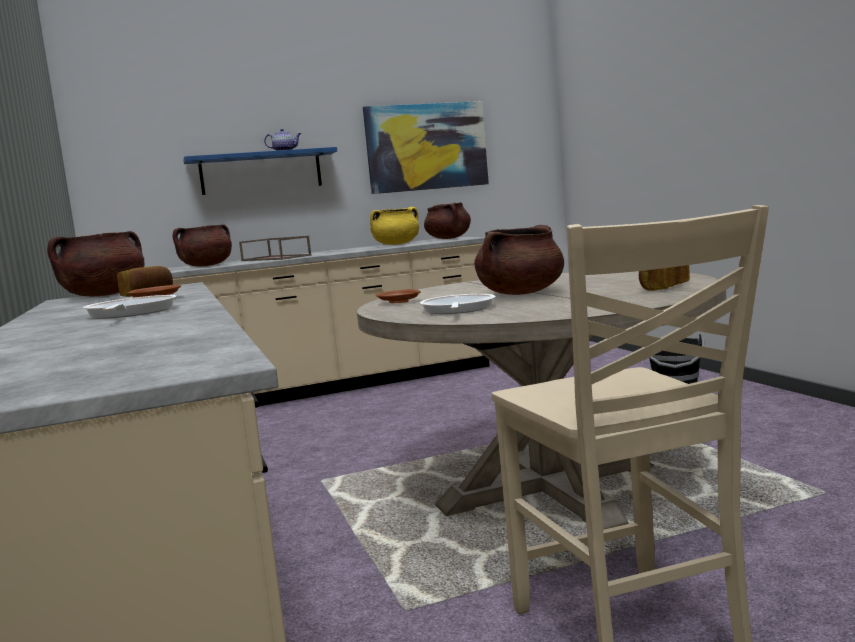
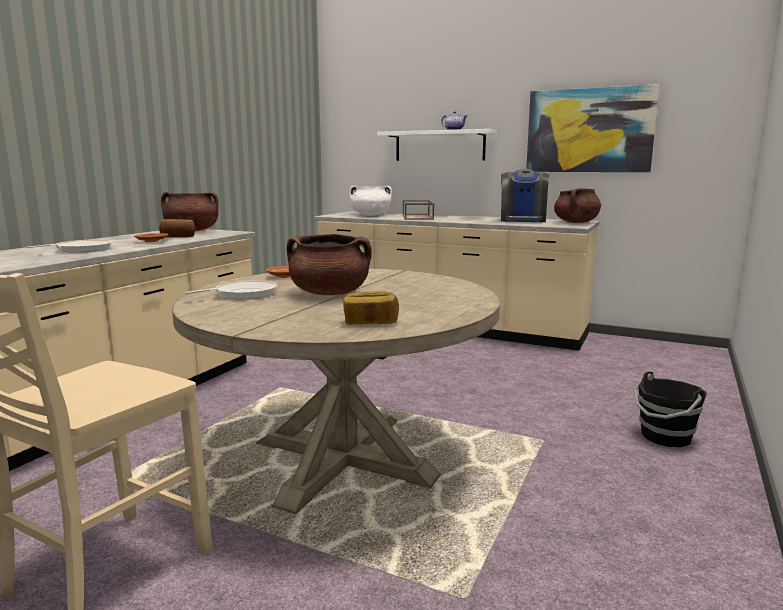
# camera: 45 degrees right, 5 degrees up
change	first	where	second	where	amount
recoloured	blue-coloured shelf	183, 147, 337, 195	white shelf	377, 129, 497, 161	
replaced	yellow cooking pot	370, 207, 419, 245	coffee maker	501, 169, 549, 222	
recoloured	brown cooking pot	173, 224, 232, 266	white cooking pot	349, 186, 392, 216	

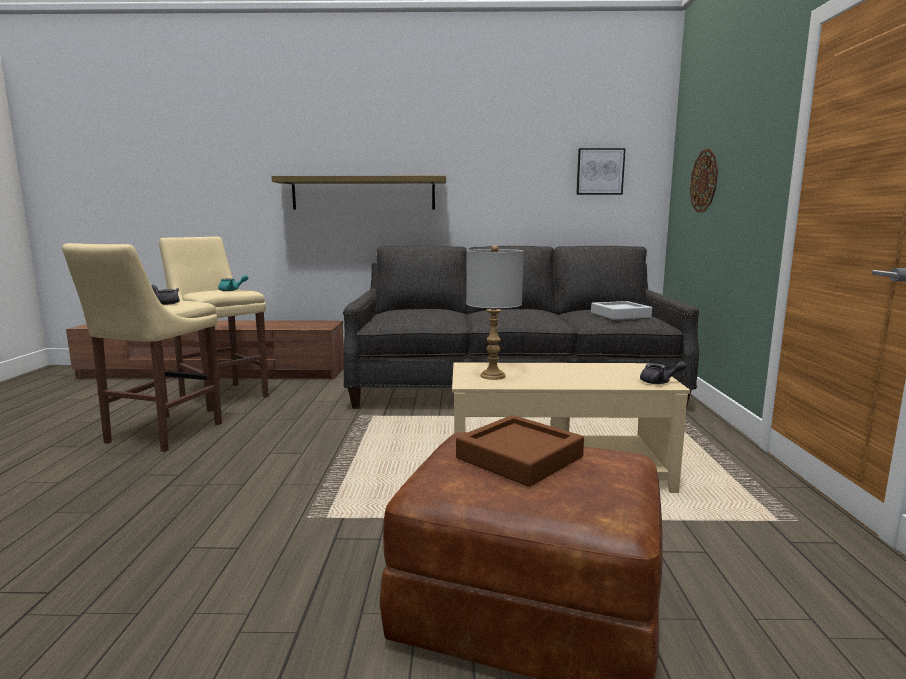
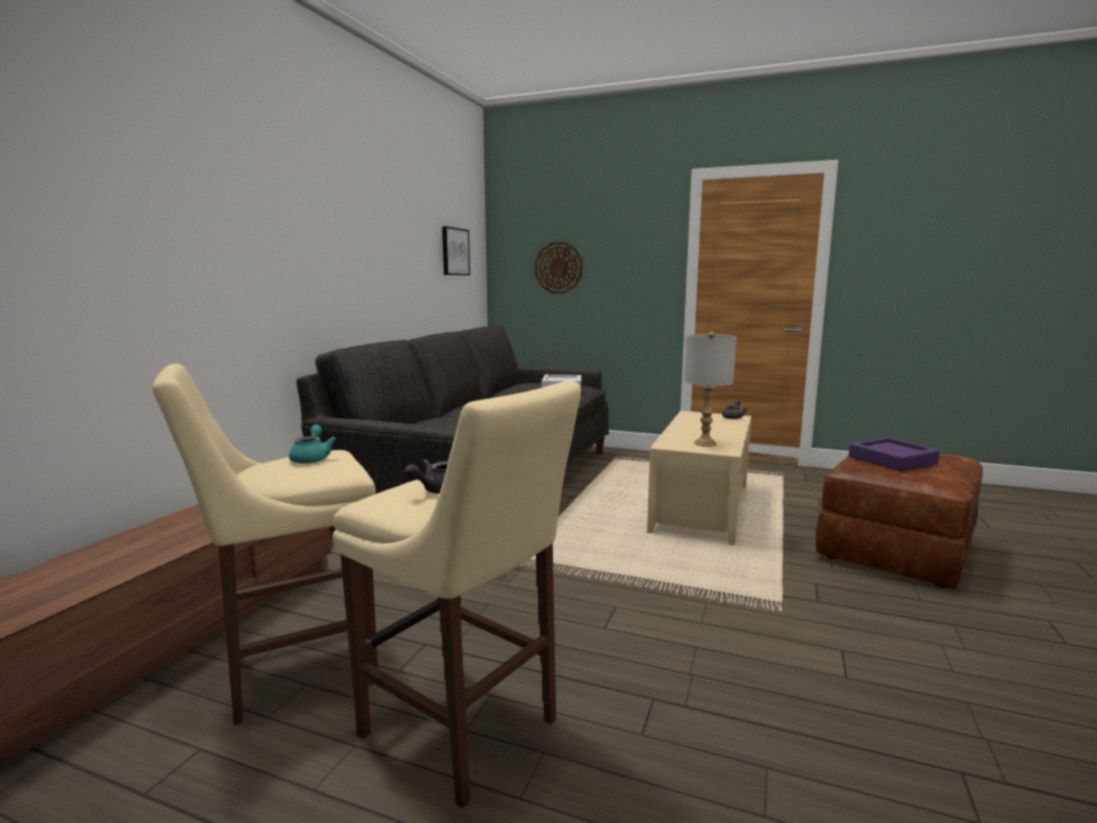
# camera: 70 degrees left, 0 degrees up
change	first	where	second	where	amount
removed	shelf	272, 176, 446, 209			
recoloured	brown carrying tray	456, 415, 584, 487	purple-coloured carrying tray	849, 437, 940, 471	

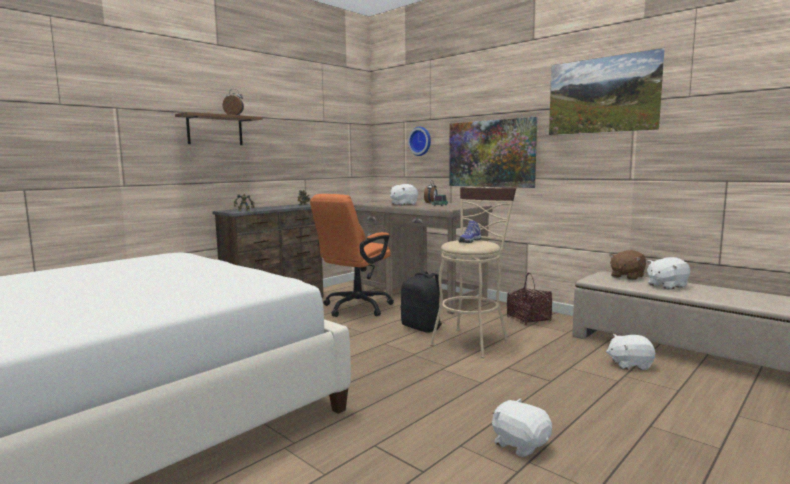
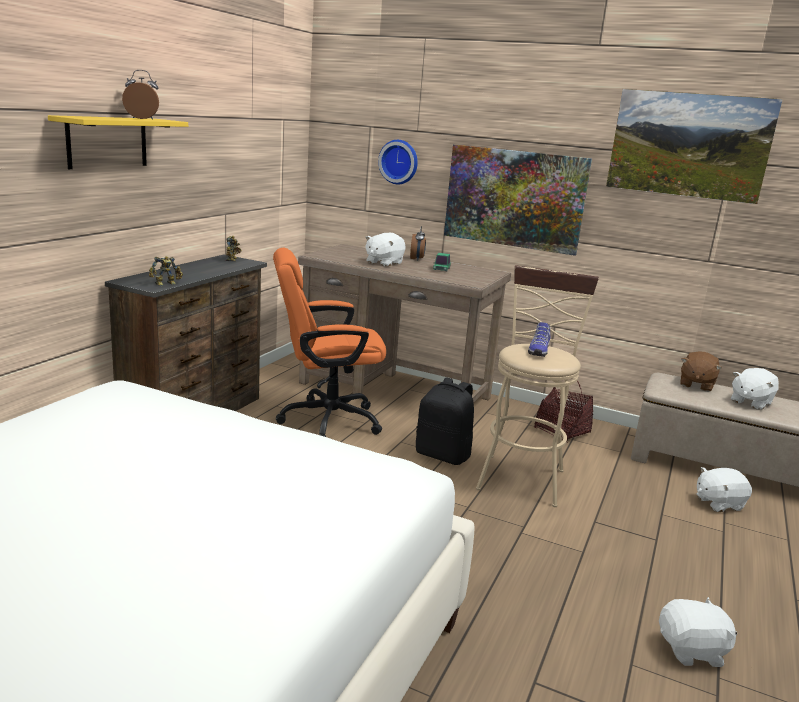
# camera: 20 degrees left, 10 degrees up
change	first	where	second	where	amount
recoloured	brown shelf	175, 112, 263, 145	yellow shelf	48, 115, 188, 169	
turned	orange-coloured office chair	310, 194, 394, 317		273, 248, 386, 437	60 degrees clockwise
turned	white plush toy	492, 398, 552, 457		659, 597, 737, 667	150 degrees clockwise

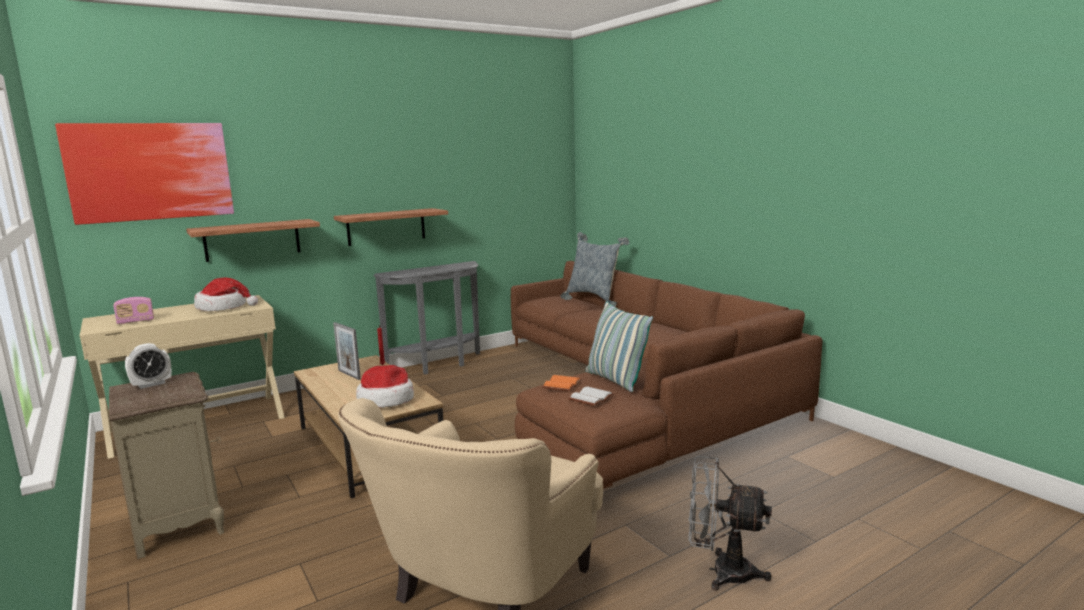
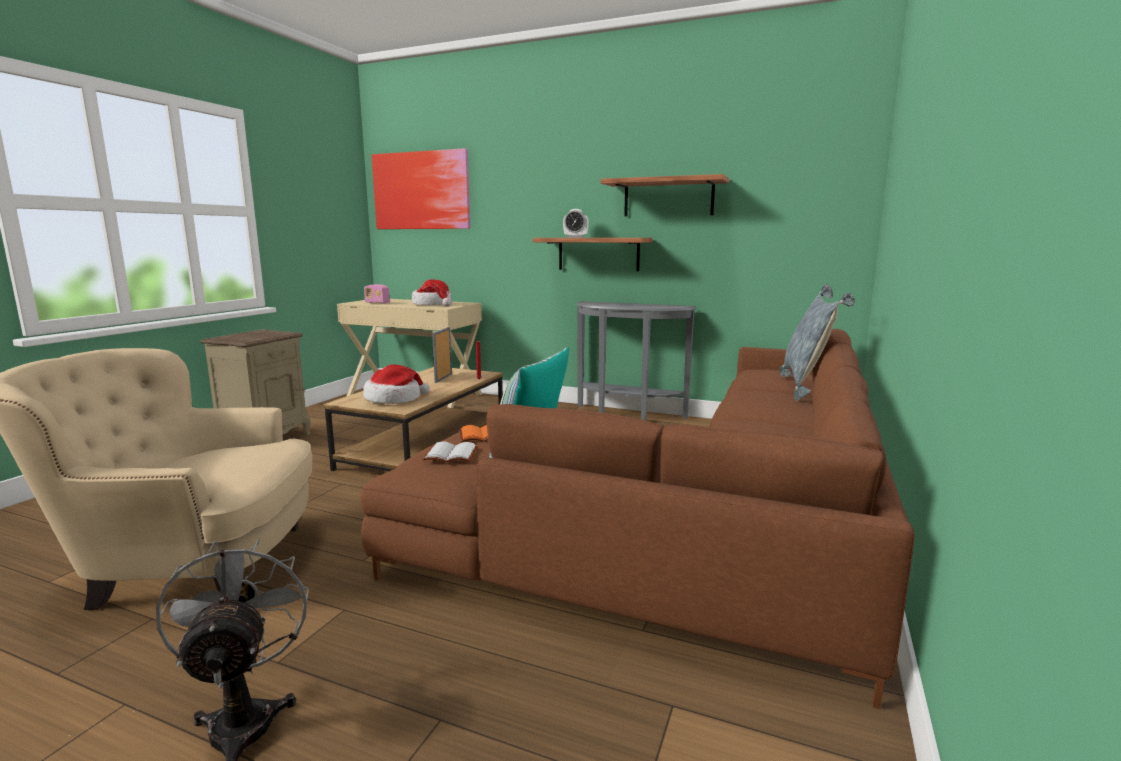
# camera: 55 degrees right, 0 degrees up
change	first	where	second	where	amount
moved	shelf	186, 219, 320, 262		600, 174, 729, 216	
moved	table clock	125, 343, 171, 389		563, 209, 589, 237	

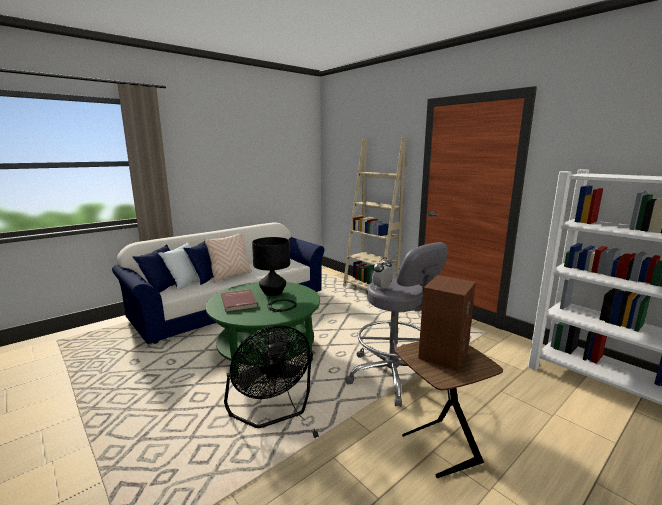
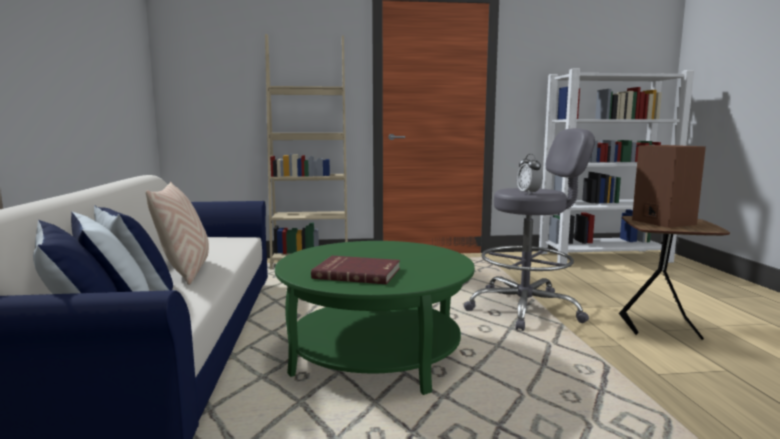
# camera: 55 degrees left, 5 degrees down
change	first	where	second	where	amount
removed	blackish lamp for a table	252, 237, 297, 312			
removed	blackish electric fan	224, 325, 319, 439			

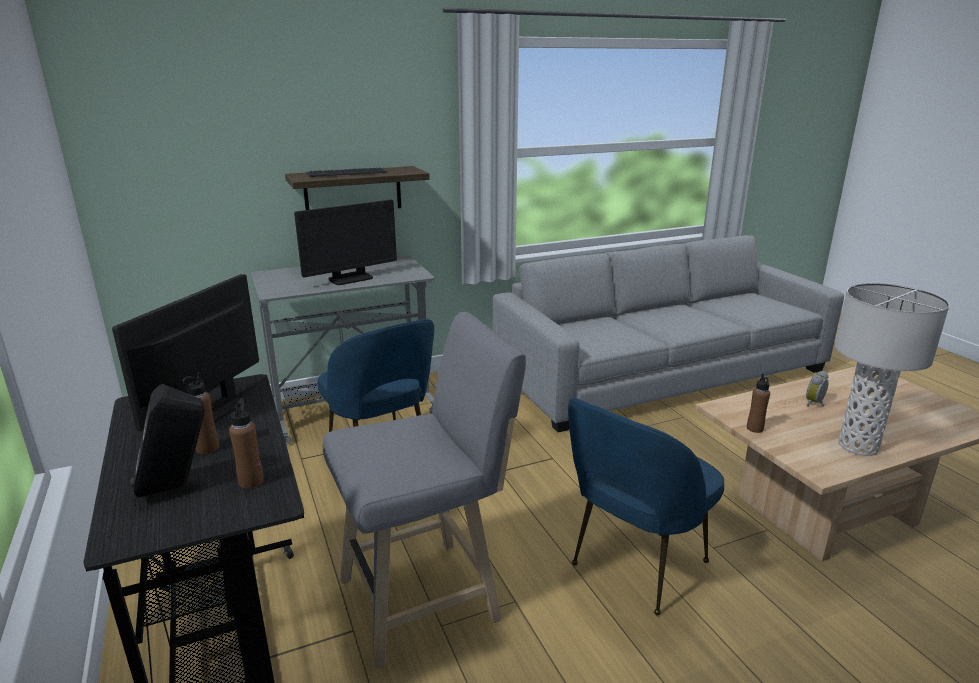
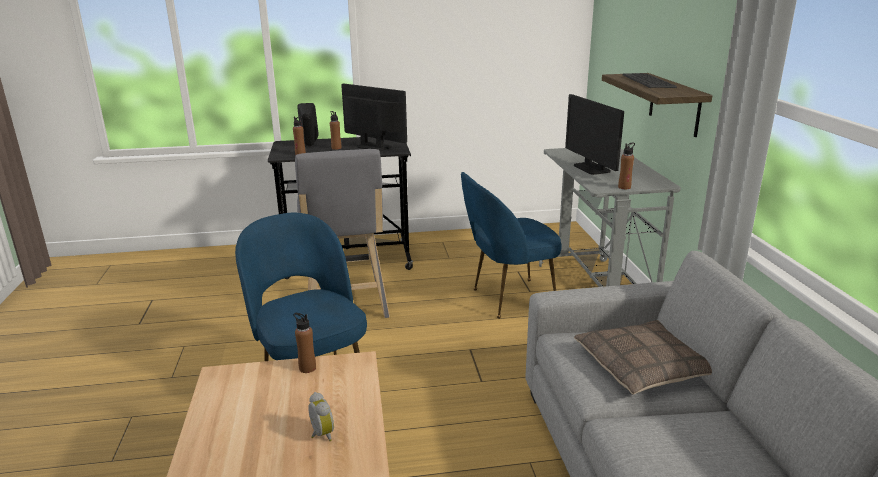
# camera: 105 degrees right, 0 degrees up
change	first	where	second	where	amount
removed	white lamp for a table	835, 283, 949, 456			
added			brown beverage bottle	618, 142, 635, 189	
added			throw pillow	574, 320, 712, 395	

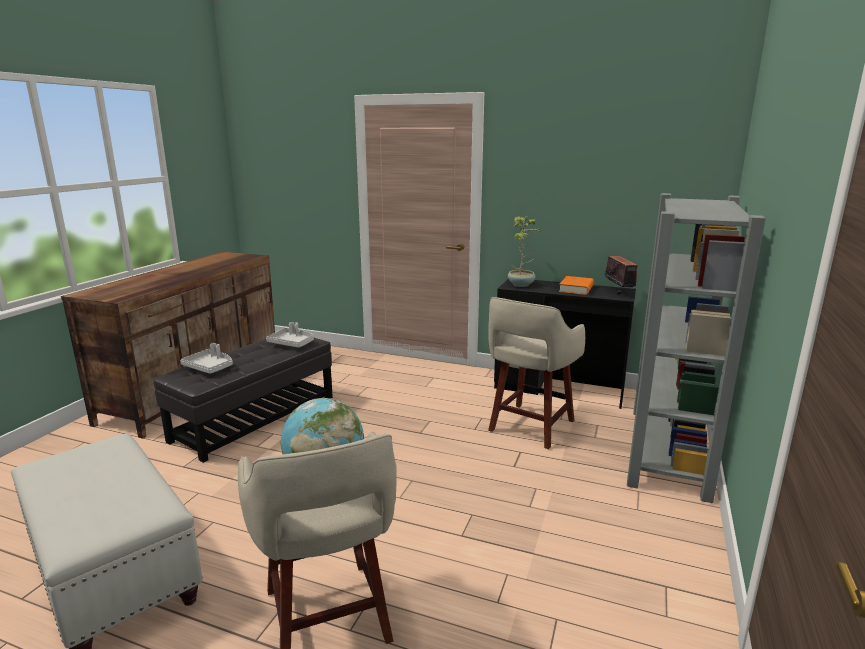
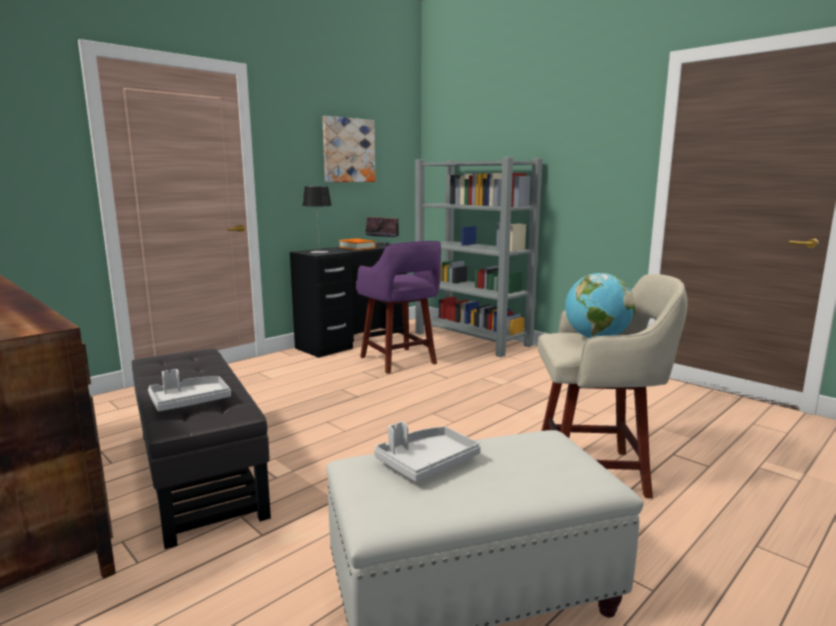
# camera: 65 degrees left, 5 degrees down
change	first	where	second	where	amount
replaced	potted plant	508, 216, 540, 287	lamp for a table	303, 186, 332, 253	
recoloured	sand-coloured sitting stool	488, 297, 585, 449	purple-coloured sitting stool	356, 241, 441, 374	
moved	gray carrying tray	266, 322, 314, 348		374, 421, 481, 482	
added			picture	322, 116, 375, 182	

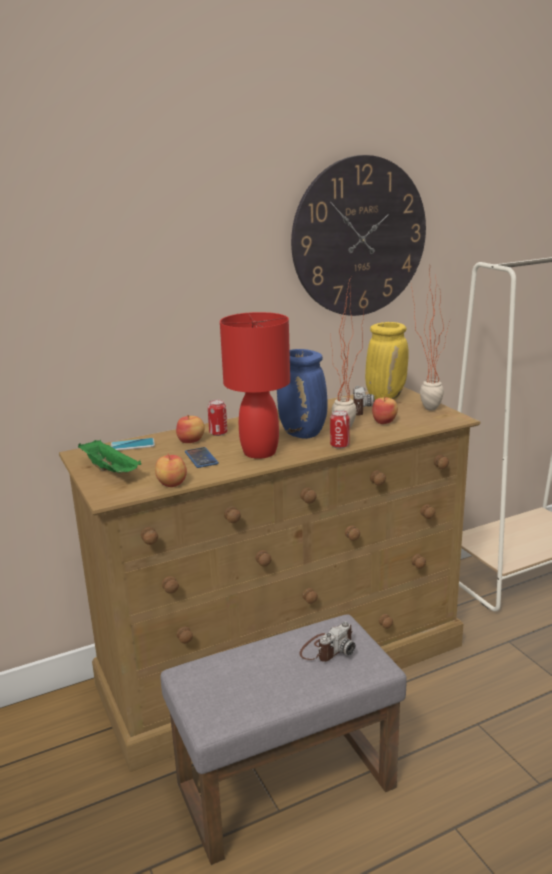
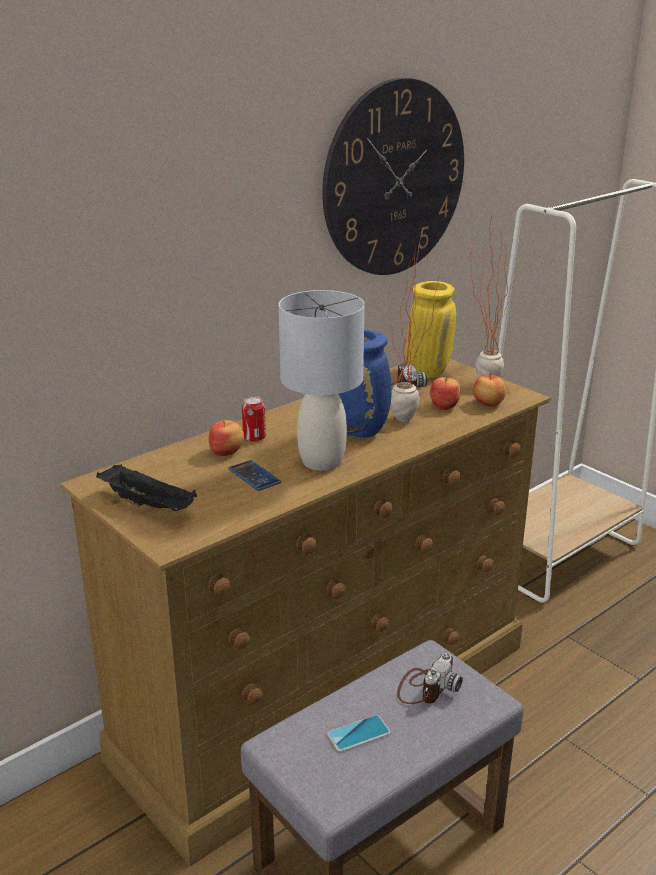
# camera: 15 degrees left, 5 degrees up
change	first	where	second	where	amount
recoloured	red lamp for a table	220, 312, 290, 459	gray lamp for a table	279, 290, 365, 471	
removed	can	330, 410, 350, 448			
moved	telephone	111, 438, 155, 451		327, 715, 391, 752	
recoloured	greenish carrying tray	78, 440, 141, 473	blackish carrying tray	96, 464, 197, 511	
moved	whole apple	155, 454, 187, 487		473, 373, 506, 407	

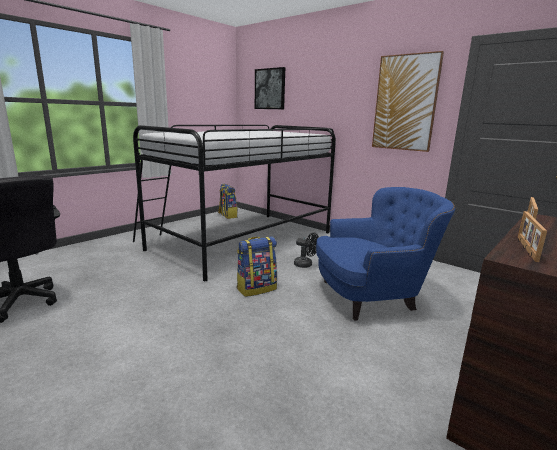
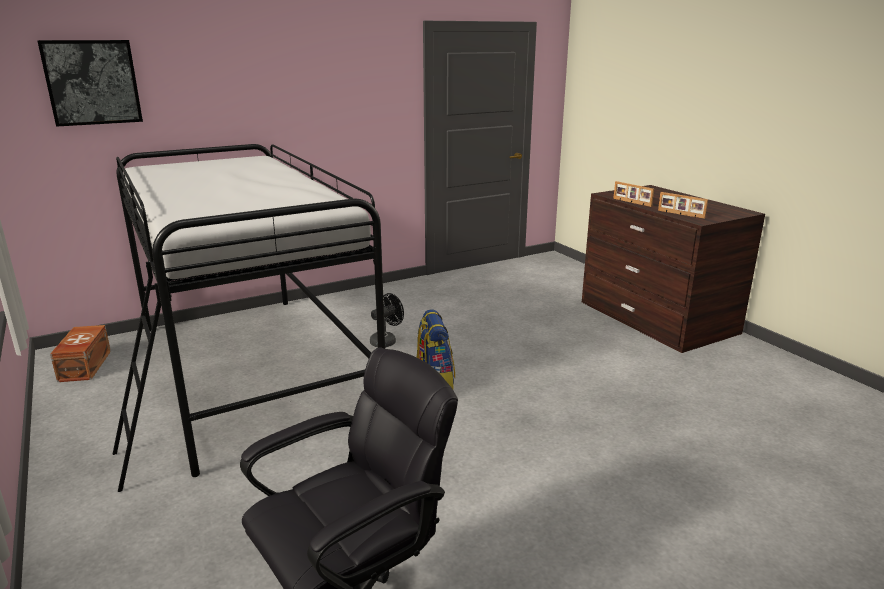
# camera: 70 degrees left, 5 degrees up
change	first	where	second	where	amount
removed	picture	372, 51, 444, 152			
replaced	rucksack	218, 184, 238, 219	brown storage box	50, 325, 111, 382	
removed	blue-coloured lounge chair	316, 187, 455, 321			

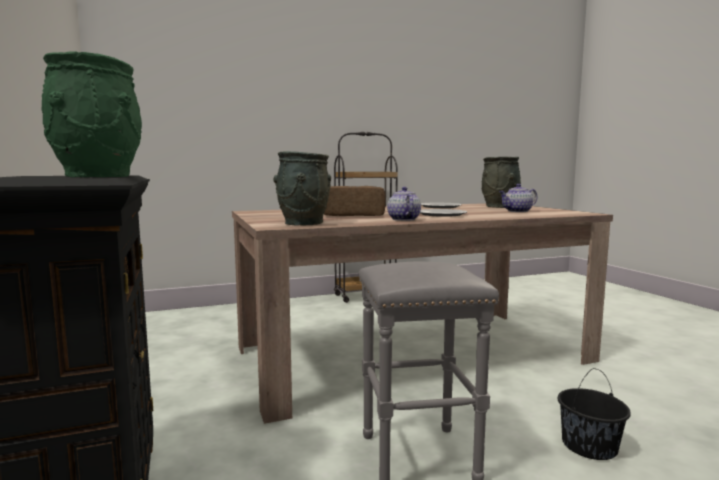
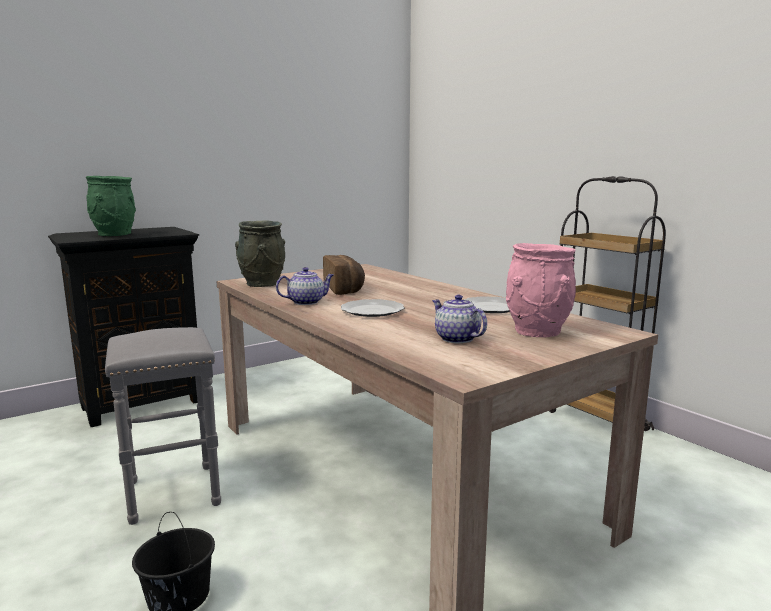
# camera: 75 degrees right, 5 degrees up
change	first	where	second	where	amount
recoloured	gray flower vase	482, 157, 521, 208	pinkish flower vase	506, 243, 576, 338	

